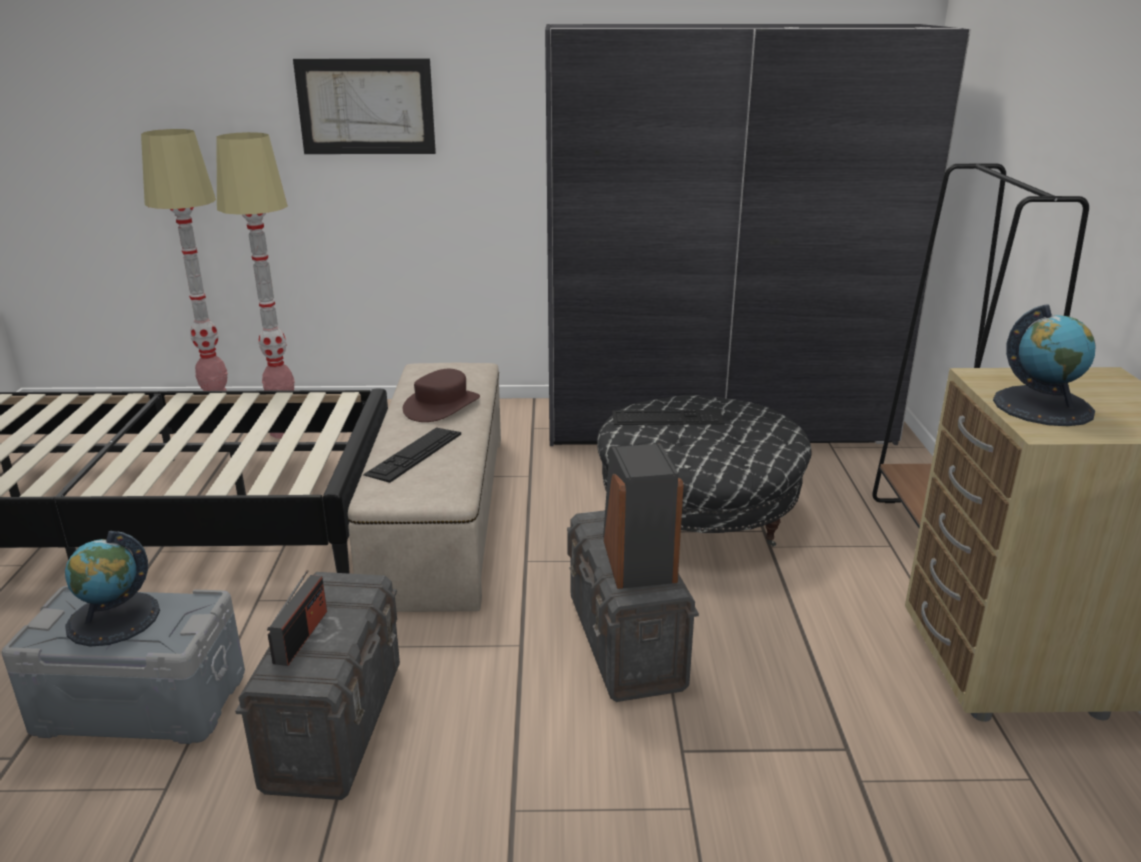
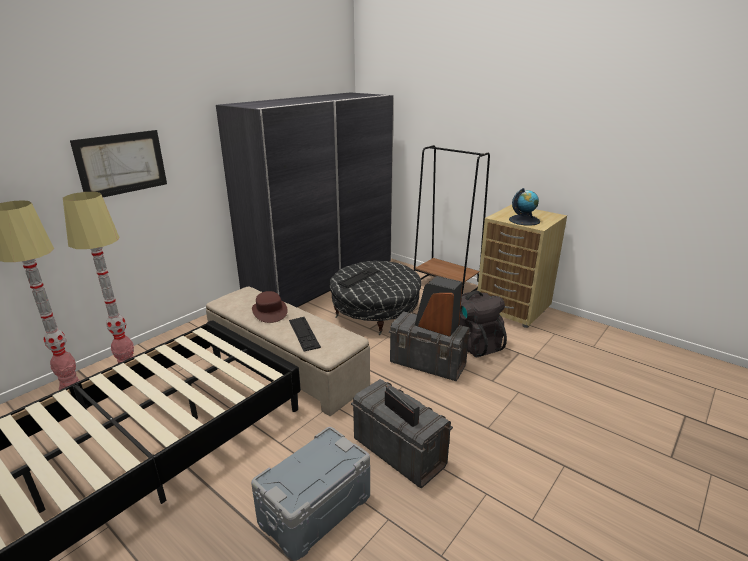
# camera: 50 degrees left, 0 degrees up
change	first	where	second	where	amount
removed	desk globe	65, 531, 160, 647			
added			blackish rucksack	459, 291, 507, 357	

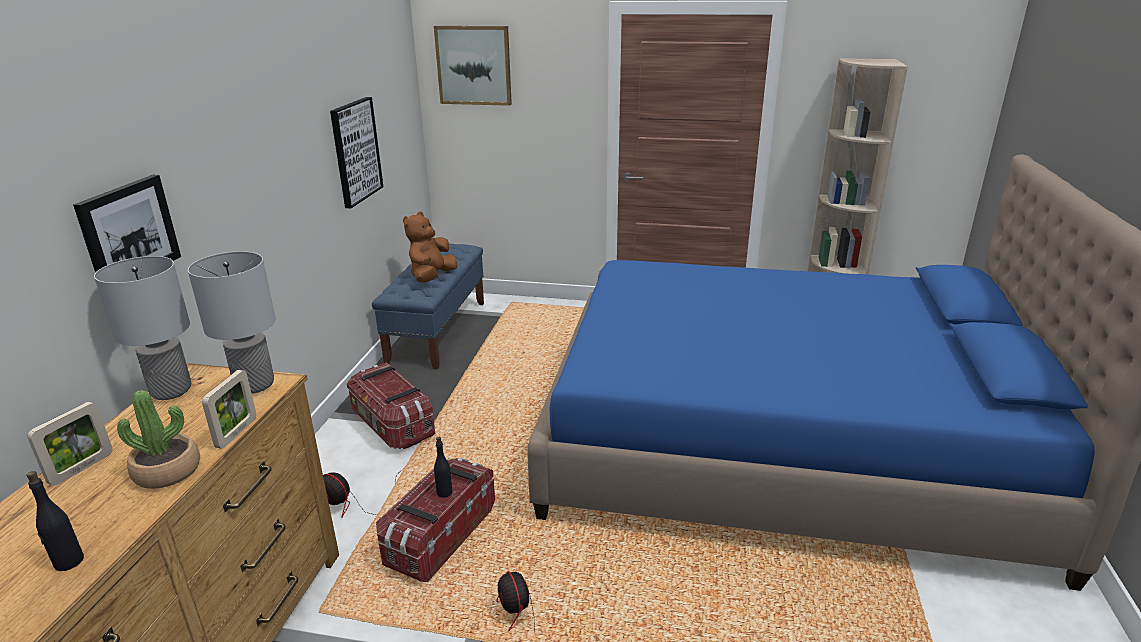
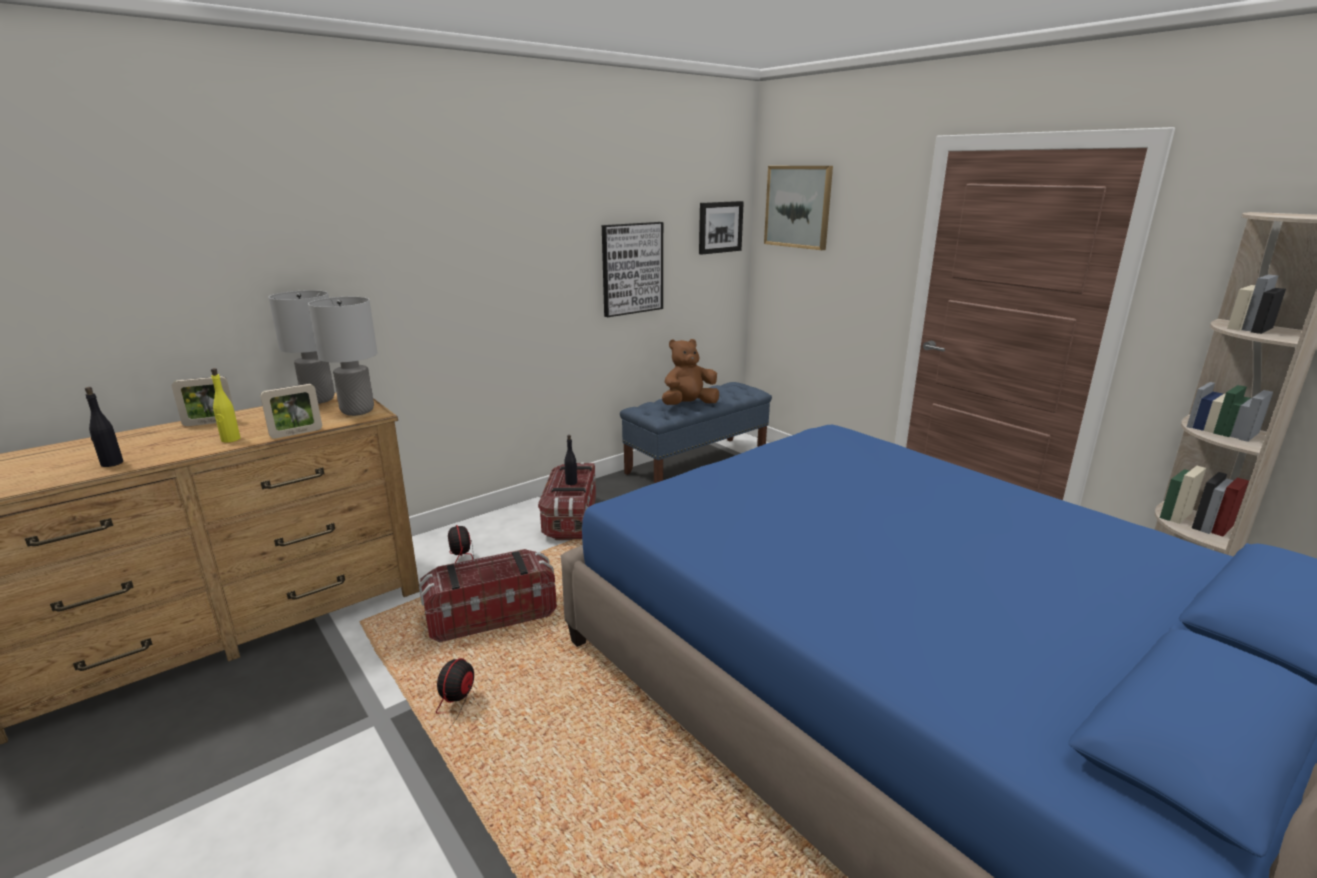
# camera: 40 degrees right, 5 degrees down
change	first	where	second	where	amount
moved	picture	73, 175, 181, 273		699, 201, 744, 255	
replaced	potted plant	117, 390, 200, 489	yellow beverage bottle	211, 368, 240, 443	
moved	blackish beverage bottle	434, 437, 452, 498		564, 435, 577, 485	

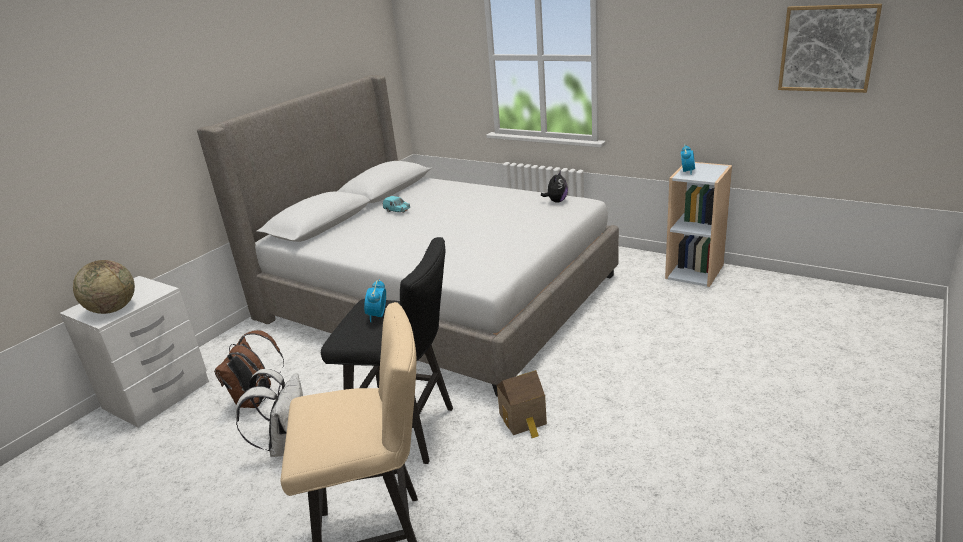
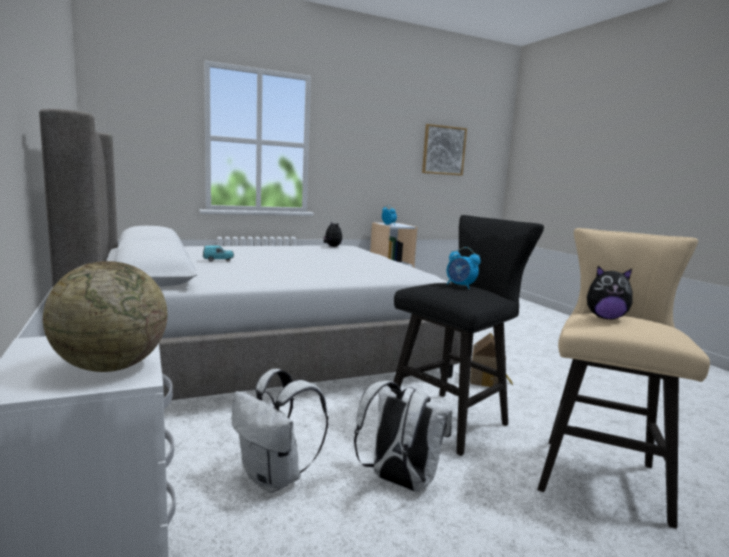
# camera: 60 degrees left, 15 degrees down
change	first	where	second	where	amount
recoloured	brown rucksack	214, 330, 284, 408	white rucksack	232, 369, 328, 493	
added			plush toy	587, 266, 633, 319	

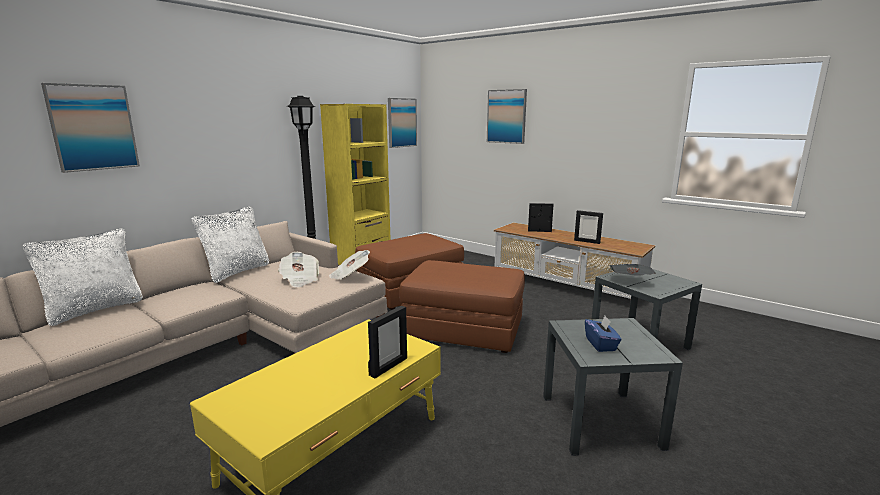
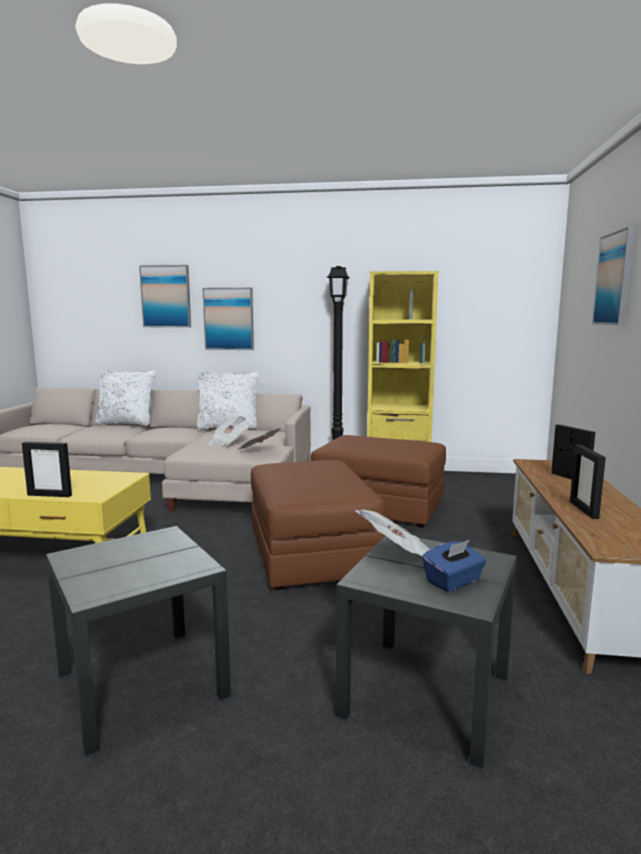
# camera: 60 degrees right, 5 degrees down
change	first	where	second	where	amount
moved	picture	388, 98, 417, 148		202, 288, 254, 350	
moved	blue-coloured tissue box	585, 316, 621, 352		423, 540, 487, 592	

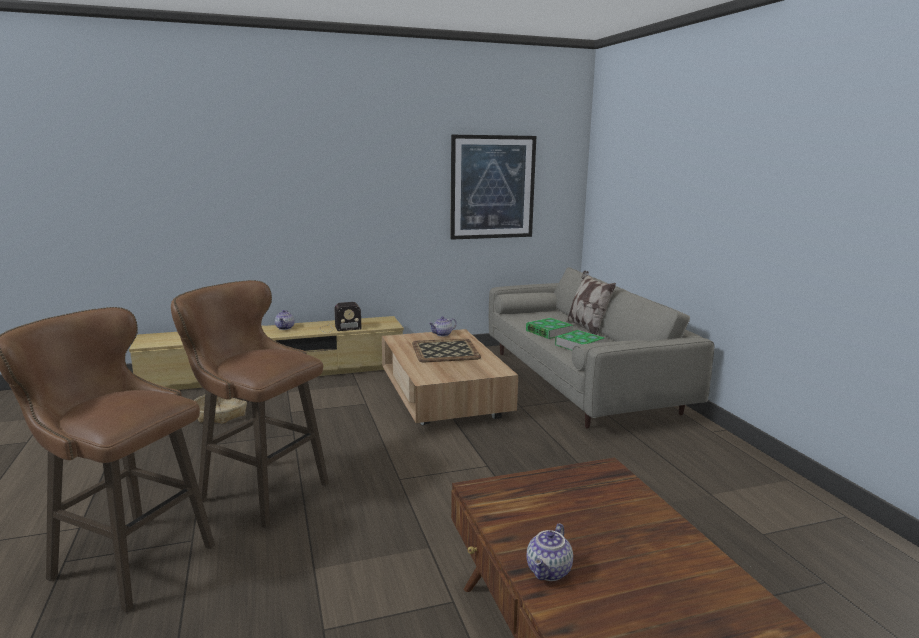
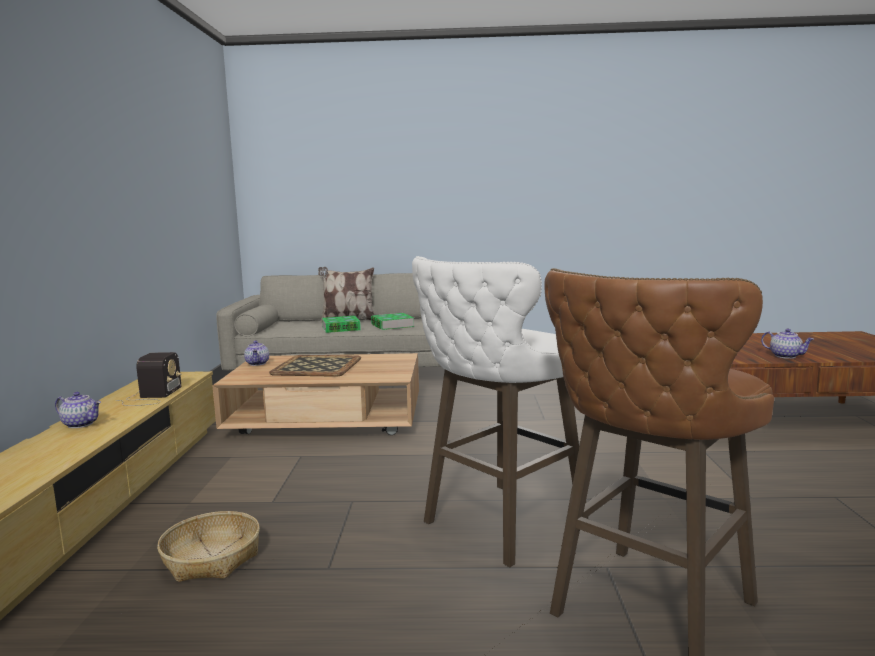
# camera: 70 degrees left, 5 degrees down
change	first	where	second	where	amount
removed	picture	450, 135, 536, 240			
recoloured	brown sitting stool	171, 280, 329, 529	white sitting stool	412, 256, 588, 567	

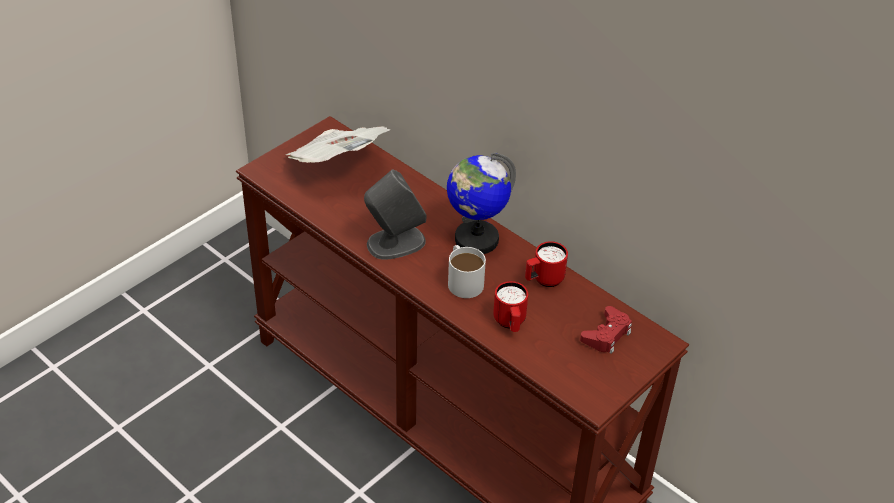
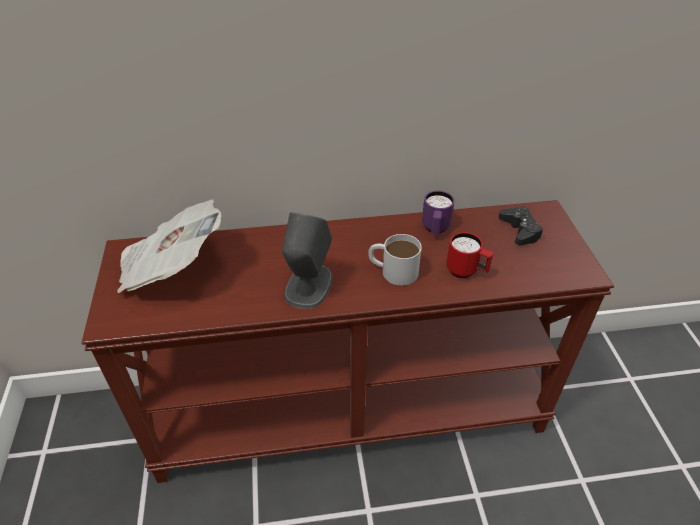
# camera: 50 degrees left, 0 degrees up
change	first	where	second	where	amount
removed	desk globe	447, 152, 516, 254			
recoloured	red tea mug	525, 241, 568, 287	purple-coloured tea mug	422, 191, 455, 234	
recoloured	red gamepad	580, 306, 632, 354	blackish gamepad	498, 206, 543, 245	

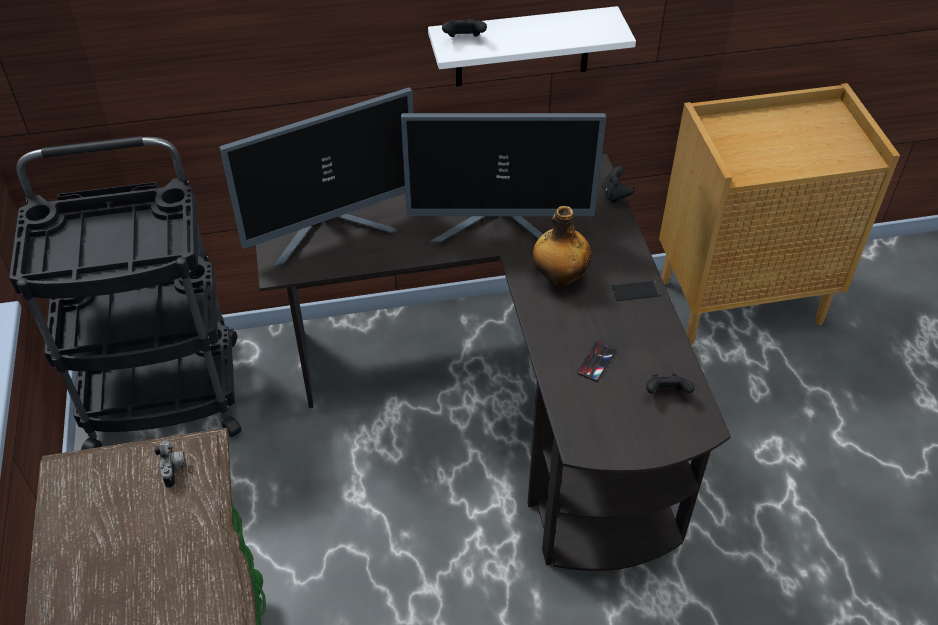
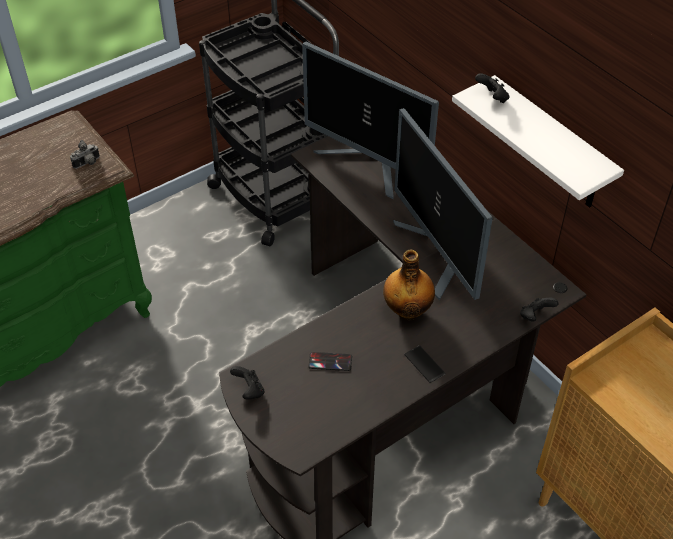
# camera: 65 degrees right, 0 degrees up
change	first	where	second	where	amount
moved	blackish gamepad	646, 374, 695, 394		230, 366, 264, 400	

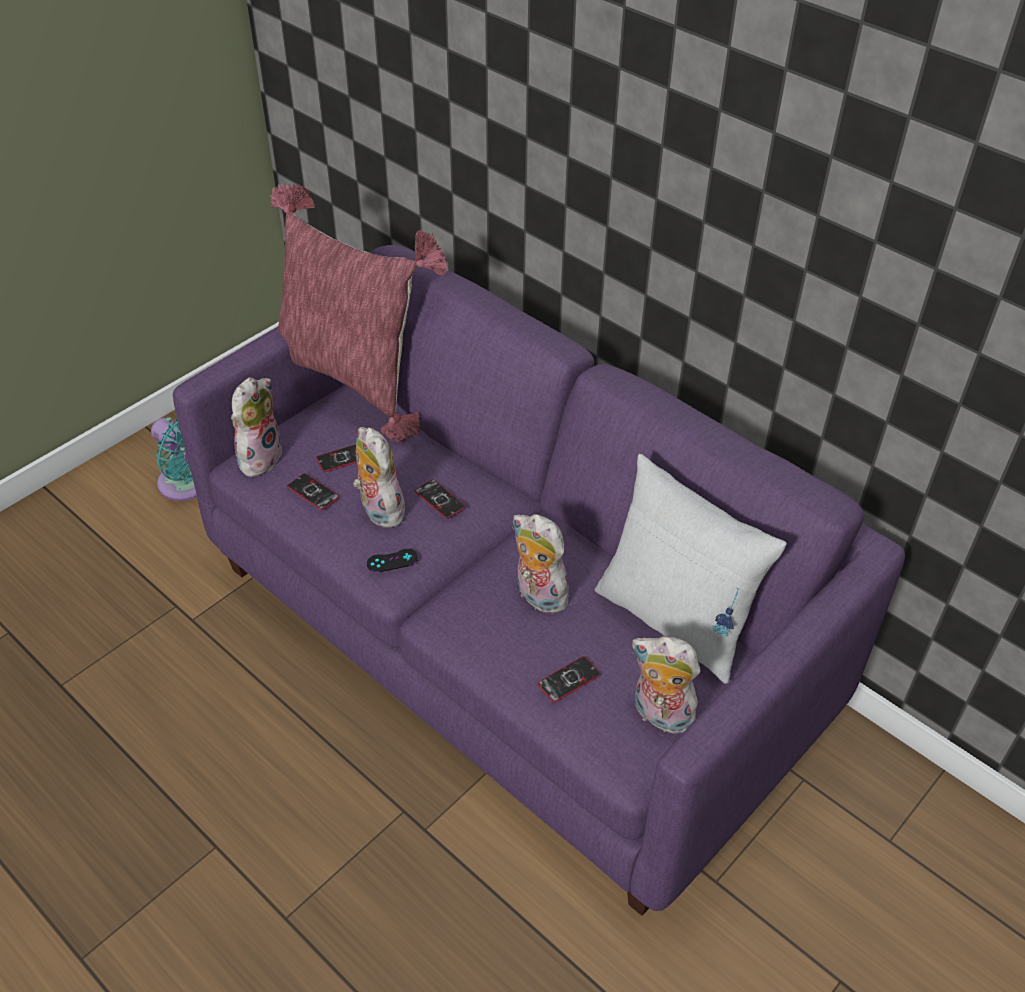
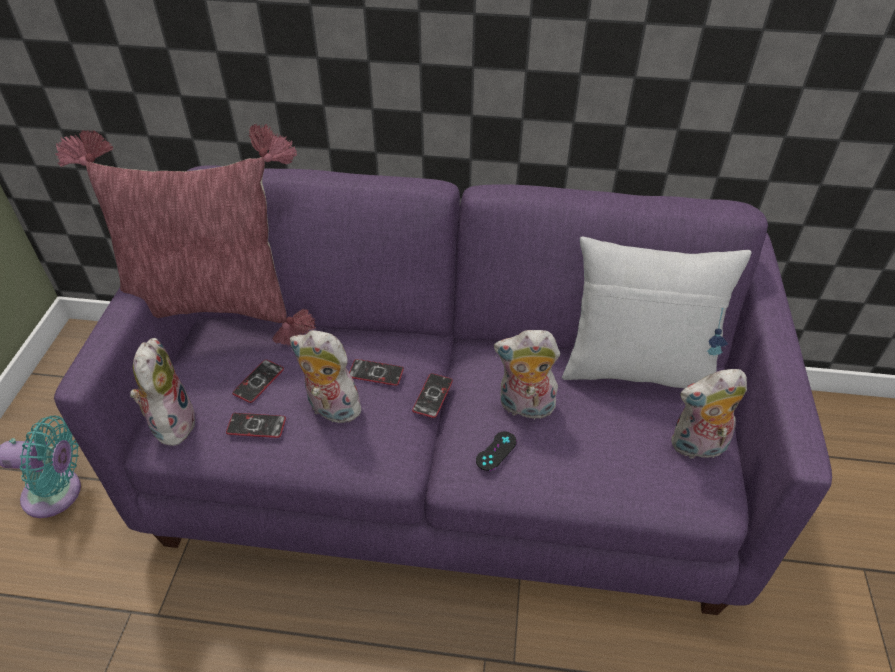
# camera: 35 degrees left, 0 degrees up
change	first	where	second	where	amount
moved	blackish gamepad	367, 549, 418, 573		476, 431, 517, 471	
moved	telephone	537, 656, 600, 703		412, 373, 453, 418	

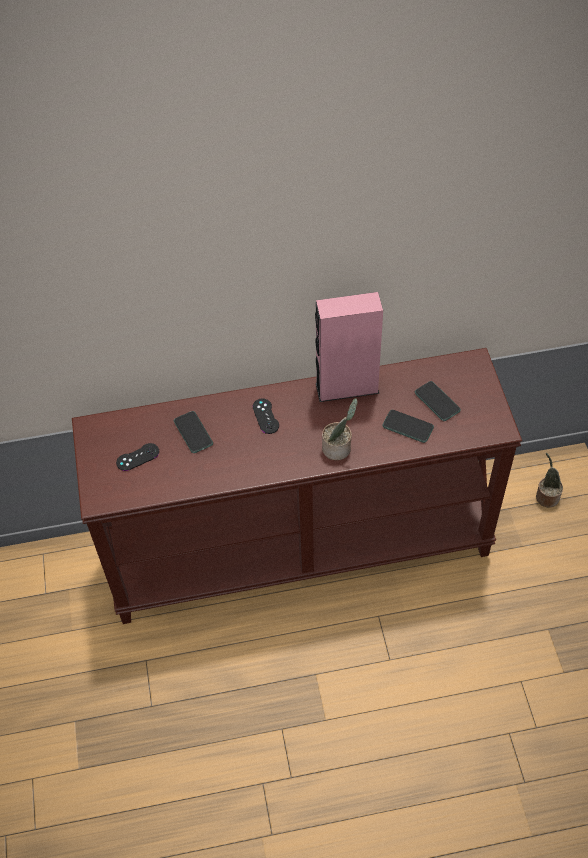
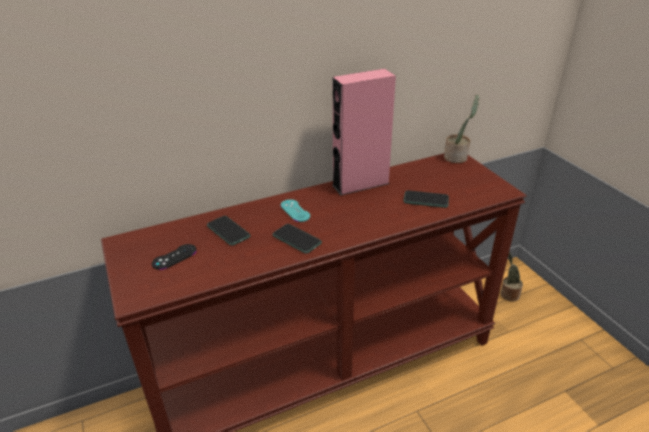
# camera: 15 degrees left, 20 degrees down
change	first	where	second	where	amount
moved	telephone	415, 381, 461, 421		272, 224, 322, 254	
moved	potted plant	322, 398, 358, 460		444, 95, 479, 163	
recoloured	blackish gamepad	252, 399, 279, 434	blue-green gamepad	281, 199, 310, 222	

